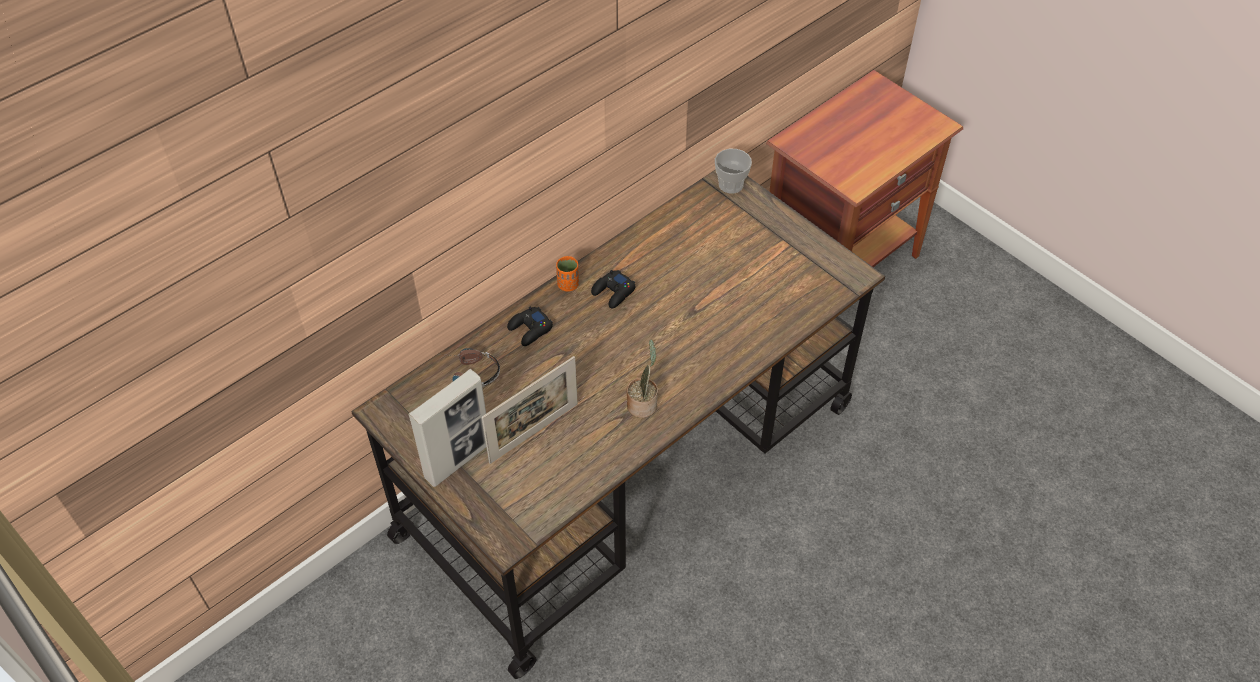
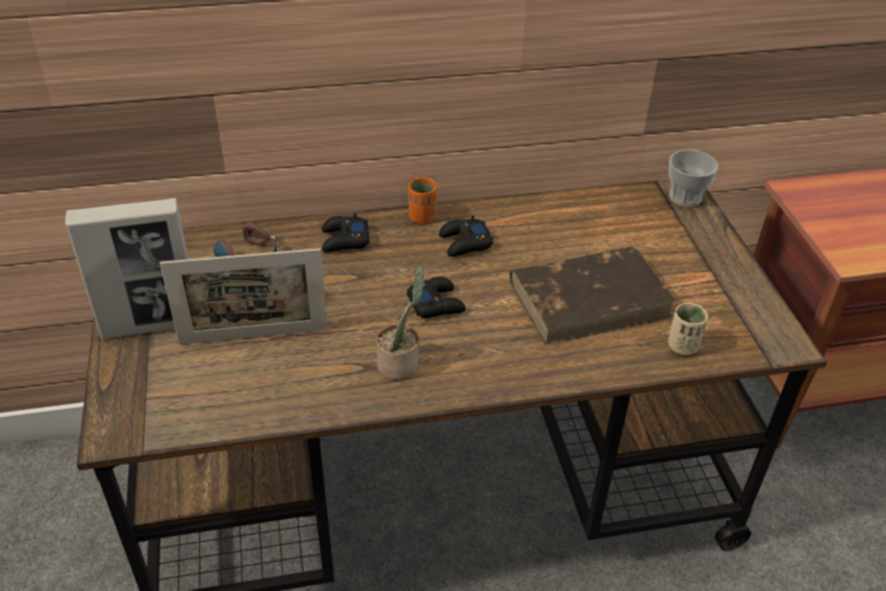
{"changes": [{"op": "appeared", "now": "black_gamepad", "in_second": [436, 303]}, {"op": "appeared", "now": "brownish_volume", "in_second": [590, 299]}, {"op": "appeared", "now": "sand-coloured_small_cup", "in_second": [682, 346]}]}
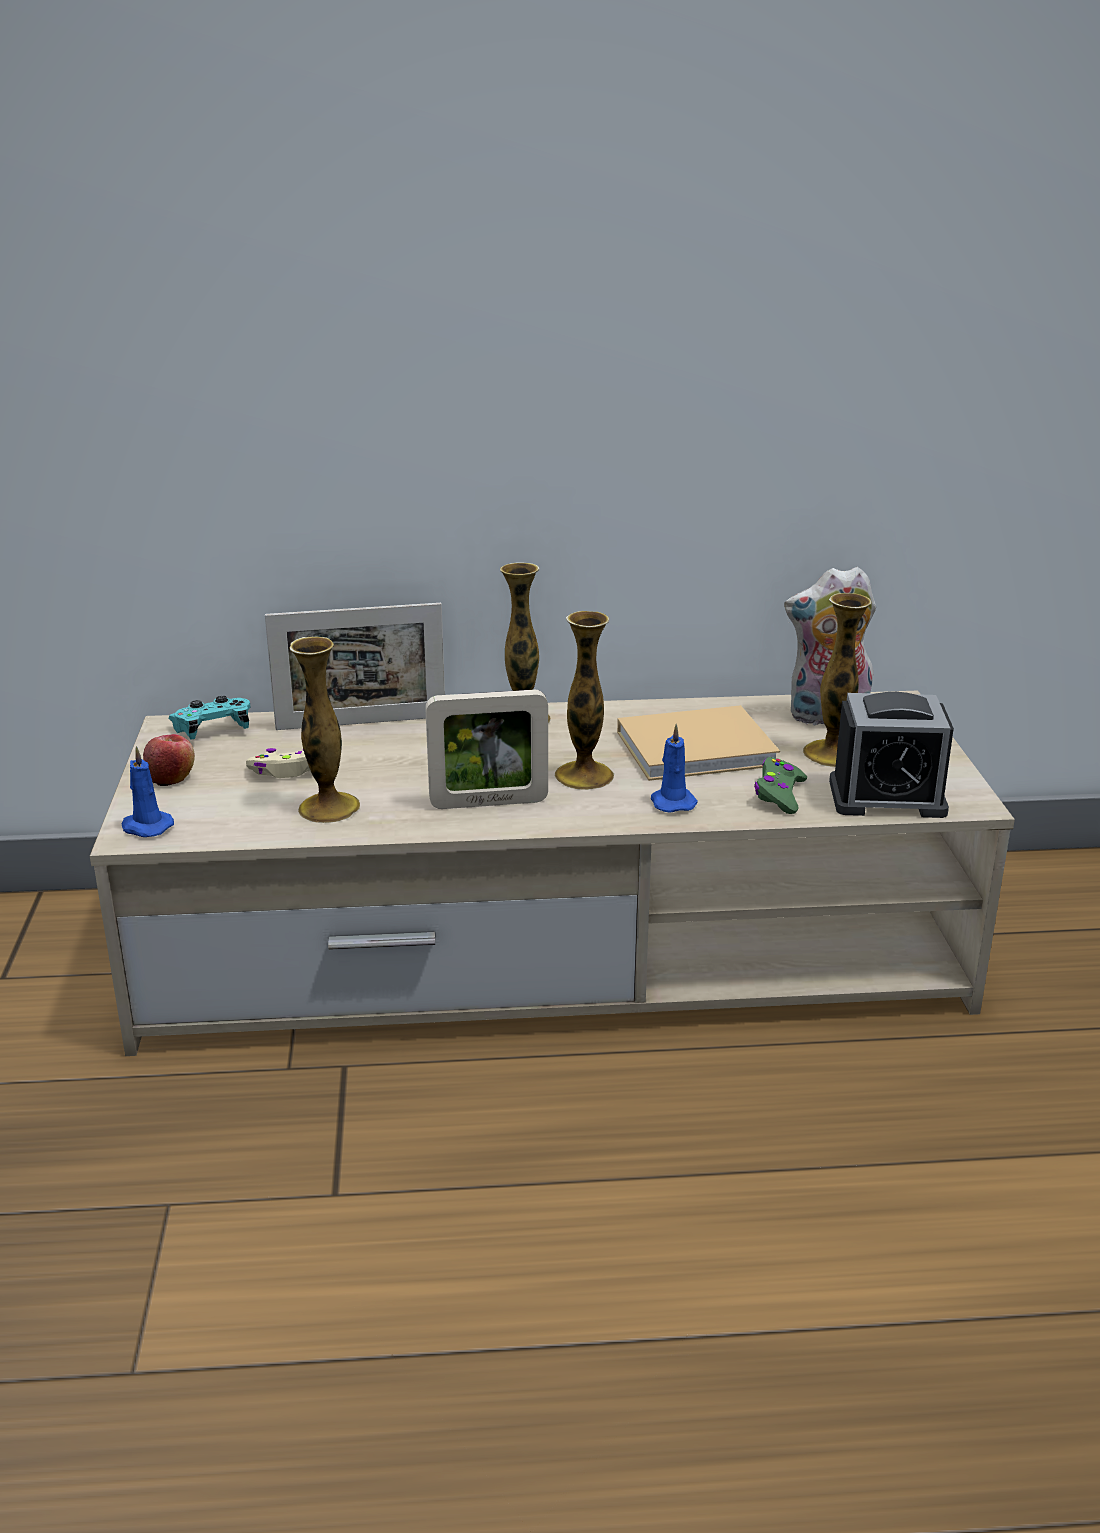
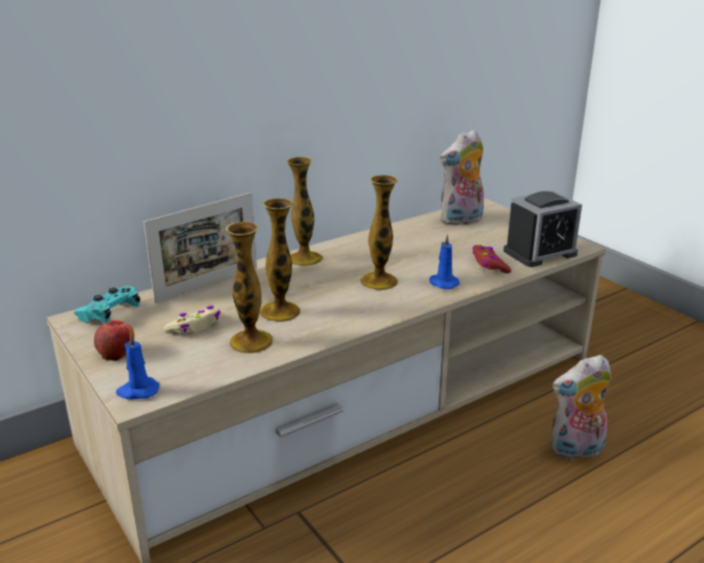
{"changes": [{"op": "missing", "was": "picture_frame", "in_first": [488, 802]}, {"op": "missing", "was": "sand-coloured_volume", "in_first": [700, 748]}, {"op": "appeared", "now": "plush_toy", "in_second": [576, 451]}, {"op": "relocated", "was": "flower_vase", "in_first": [831, 754], "in_second": [279, 312]}, {"op": "colour", "was": "green_gamepad", "now": "reddish_gamepad", "in_first": [779, 794], "in_second": [489, 265]}]}
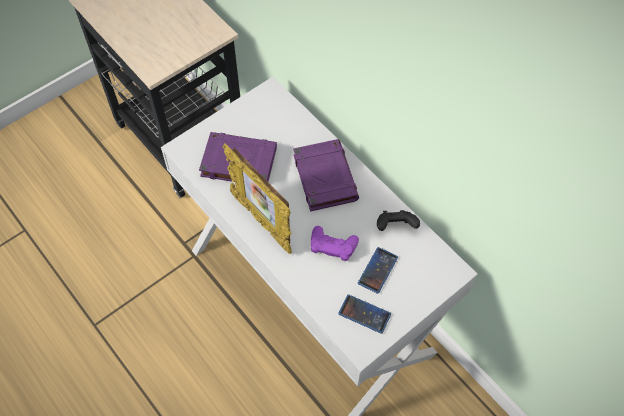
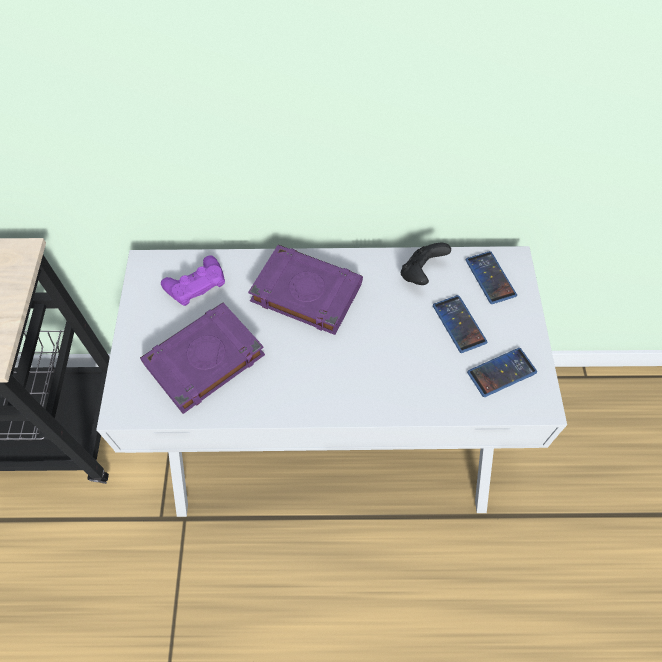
{"changes": [{"op": "missing", "was": "picture_frame", "in_first": [262, 222]}, {"op": "appeared", "now": "telephone", "in_second": [490, 278]}, {"op": "relocated", "was": "purple-coloured_gamepad", "in_first": [333, 245], "in_second": [195, 284]}]}
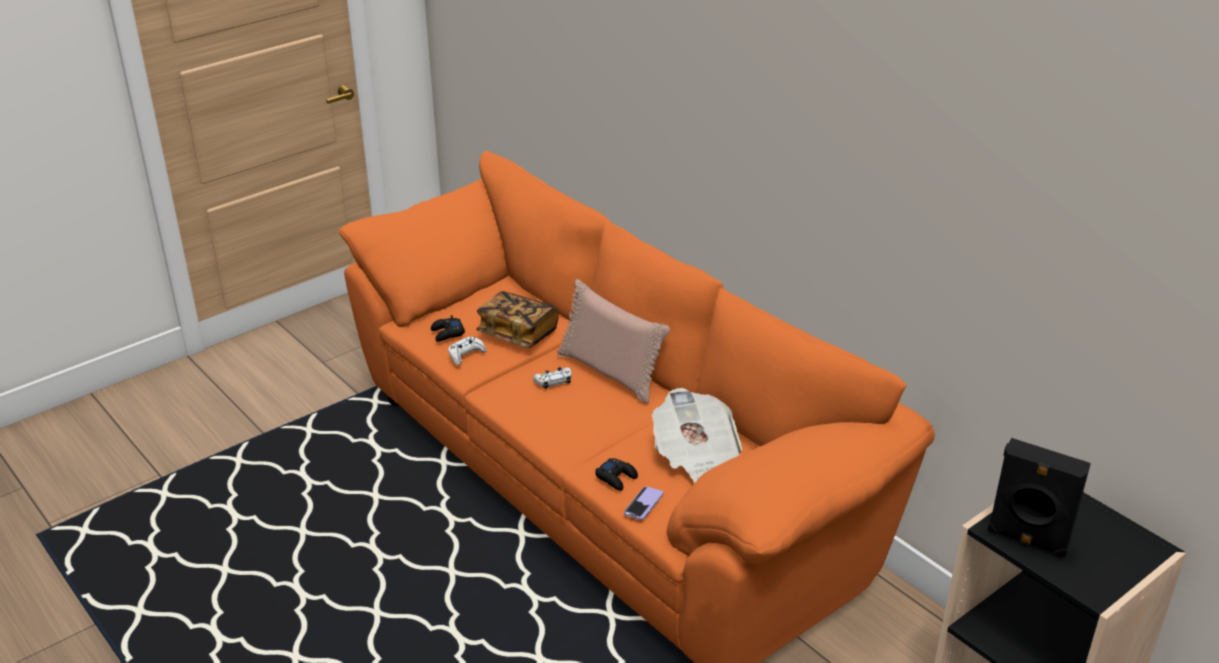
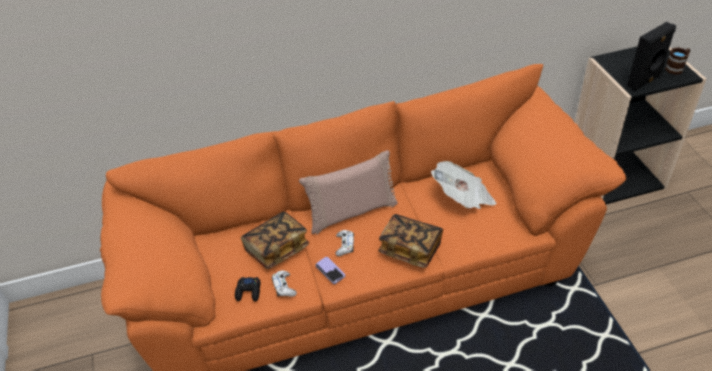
{"changes": [{"op": "missing", "was": "black_gamepad", "in_first": [616, 478]}, {"op": "appeared", "now": "volume", "in_second": [410, 249]}, {"op": "appeared", "now": "brownish_mug", "in_second": [676, 68]}, {"op": "relocated", "was": "telephone", "in_first": [643, 504], "in_second": [330, 271]}]}
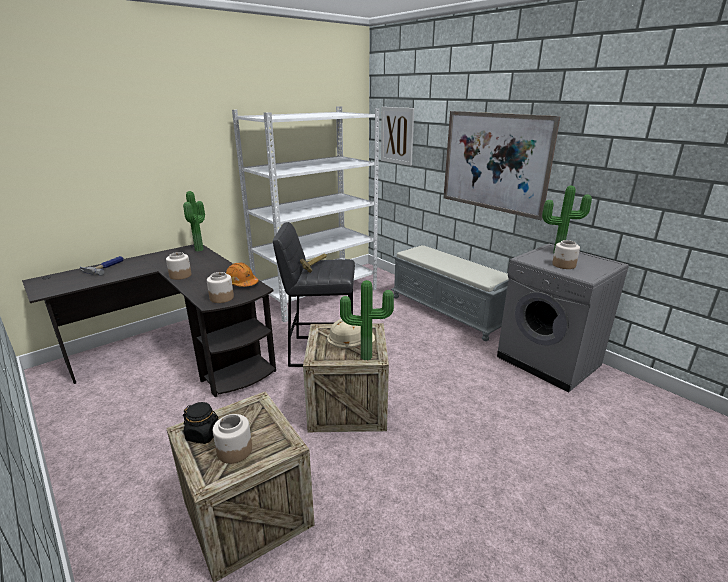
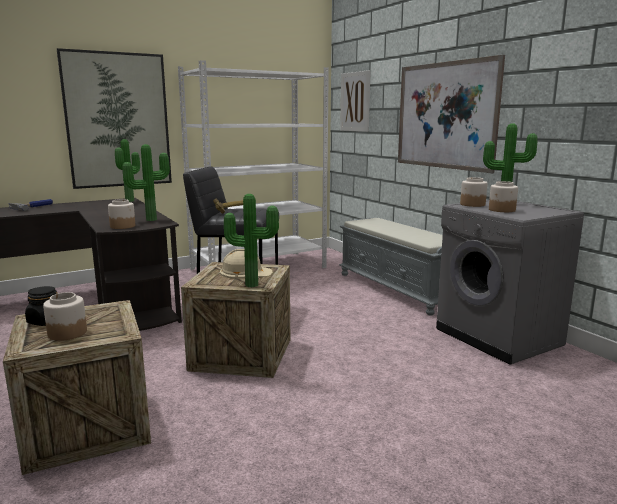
{"changes": [{"op": "appeared", "now": "wall_picture", "in_second": [118, 120]}, {"op": "relocated", "was": "preserve_jar", "in_first": [180, 275], "in_second": [472, 204]}, {"op": "exchanged", "was": "orangey_safety_helmet", "now": "plant_in_a_pot", "in_first": [241, 283], "in_second": [150, 219]}]}
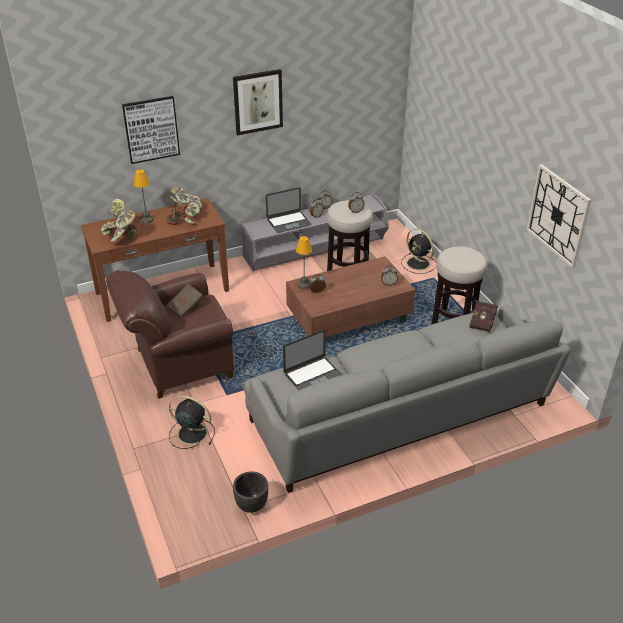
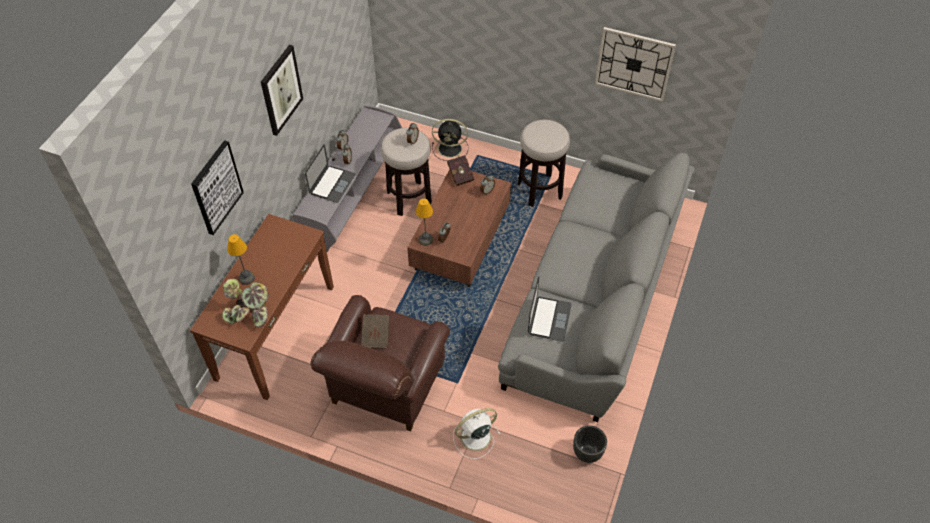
{"changes": [{"op": "missing", "was": "plant_in_a_pot", "in_first": [185, 217]}, {"op": "relocated", "was": "reddish_volume", "in_first": [483, 322], "in_second": [460, 174]}, {"op": "colour", "was": "black_cooling_fan", "now": "white_cooling_fan", "in_first": [191, 433], "in_second": [474, 437]}]}
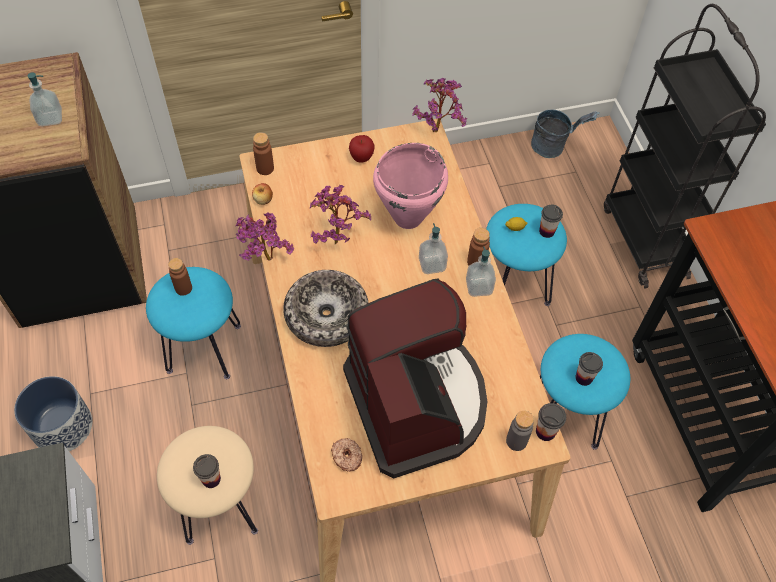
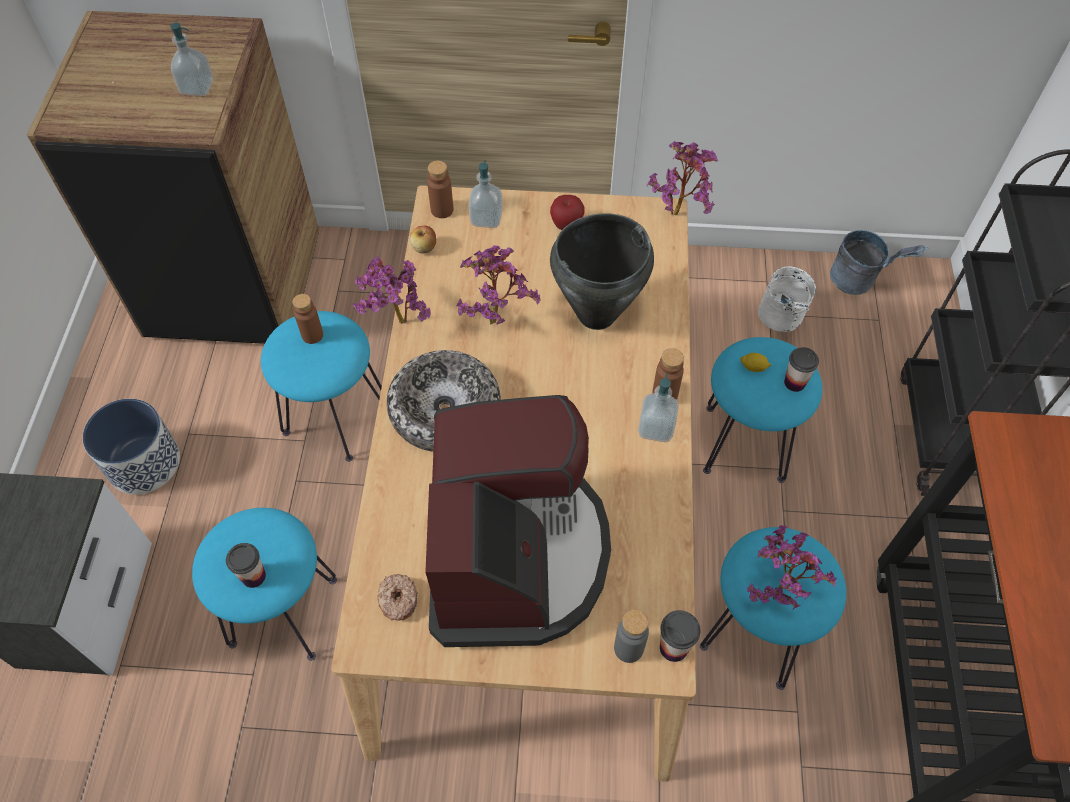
{"changes": [{"op": "appeared", "now": "white_bucket", "in_second": [781, 321]}, {"op": "relocated", "was": "liquid_soap_bottle", "in_first": [432, 264], "in_second": [486, 218]}, {"op": "exchanged", "was": "small_cup", "now": "plant_in_a_pot", "in_first": [584, 377], "in_second": [776, 590]}, {"op": "colour", "was": "sand-coloured_stool", "now": "turquoise_stool", "in_first": [220, 505], "in_second": [283, 611]}, {"op": "colour", "was": "pink_saucepot", "now": "black_saucepot", "in_first": [407, 217], "in_second": [595, 314]}]}
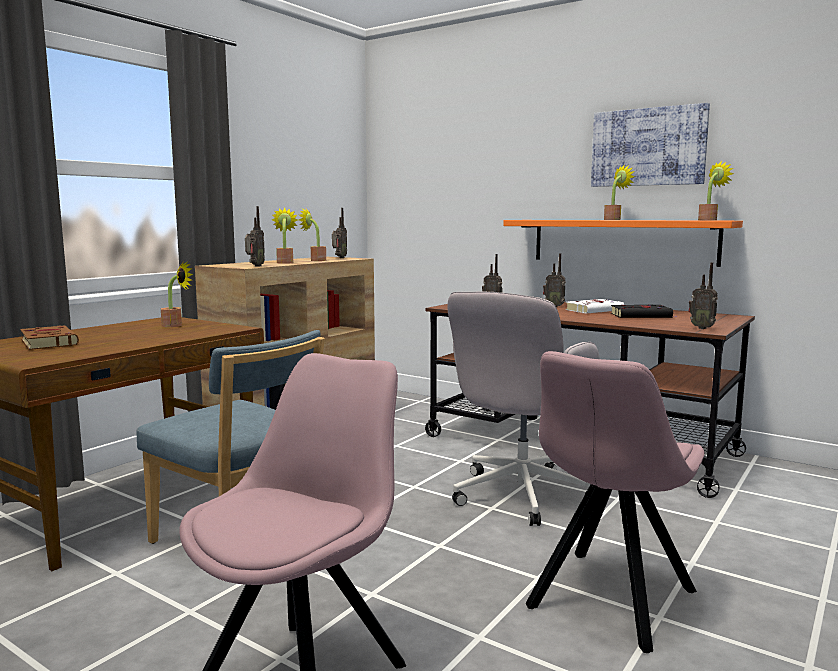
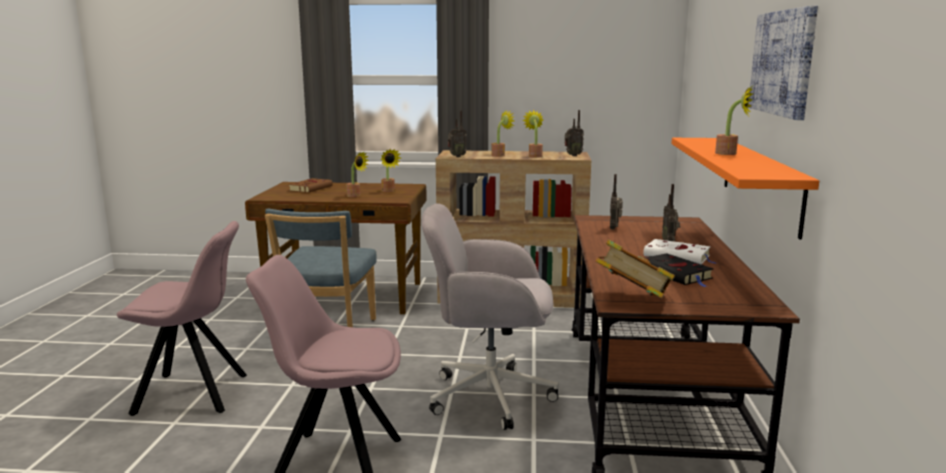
{"changes": [{"op": "relocated", "was": "plant_in_a_pot", "in_first": [709, 220], "in_second": [356, 196]}, {"op": "exchanged", "was": "radio_set", "now": "volume", "in_first": [702, 328], "in_second": [632, 300]}]}
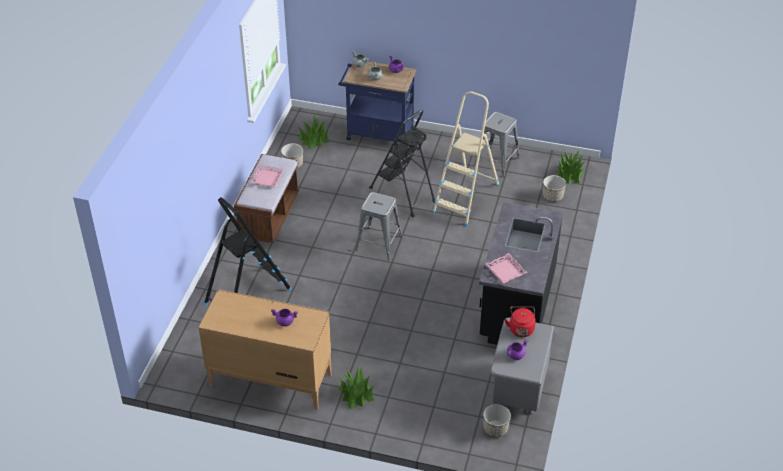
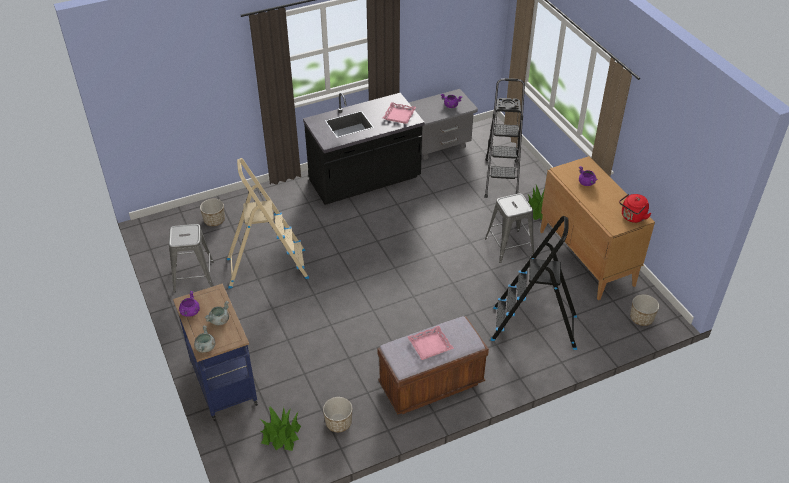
{"changes": [{"op": "missing", "was": "plant_in_a_pot", "in_first": [569, 174]}, {"op": "relocated", "was": "gray_stool", "in_first": [379, 243], "in_second": [509, 246]}, {"op": "relocated", "was": "step_ladder", "in_first": [403, 195], "in_second": [501, 177]}, {"op": "relocated", "was": "planter", "in_first": [495, 428], "in_second": [641, 318]}, {"op": "relocated", "was": "reddish_water_kettle", "in_first": [521, 328], "in_second": [632, 217]}]}
